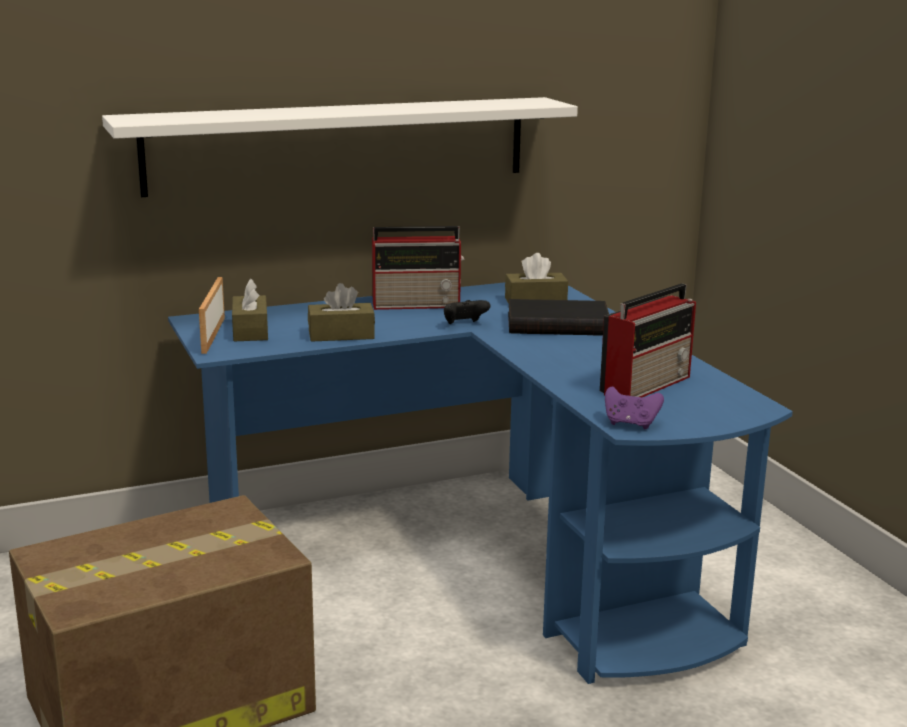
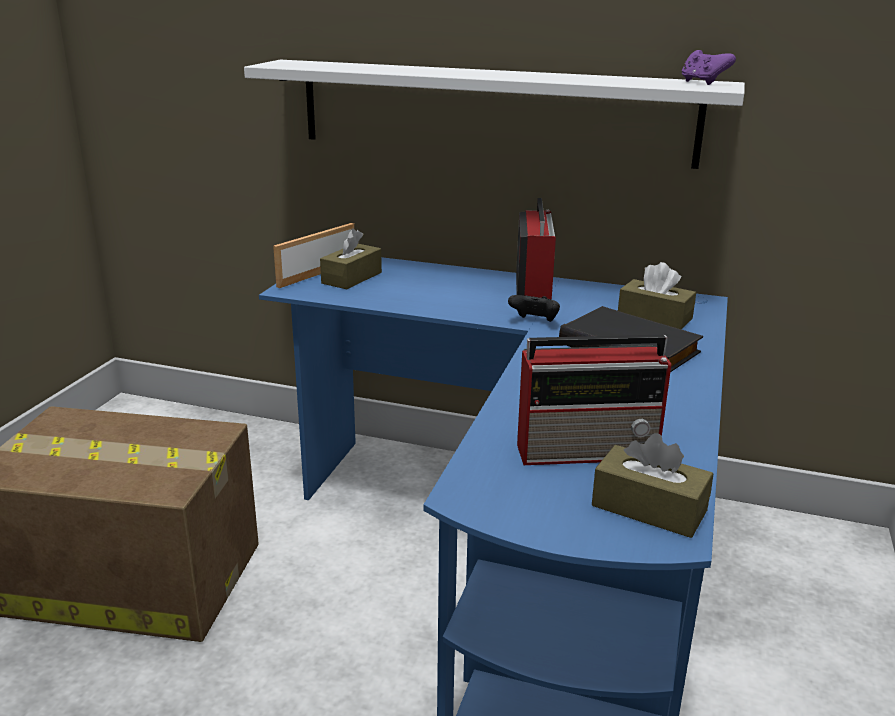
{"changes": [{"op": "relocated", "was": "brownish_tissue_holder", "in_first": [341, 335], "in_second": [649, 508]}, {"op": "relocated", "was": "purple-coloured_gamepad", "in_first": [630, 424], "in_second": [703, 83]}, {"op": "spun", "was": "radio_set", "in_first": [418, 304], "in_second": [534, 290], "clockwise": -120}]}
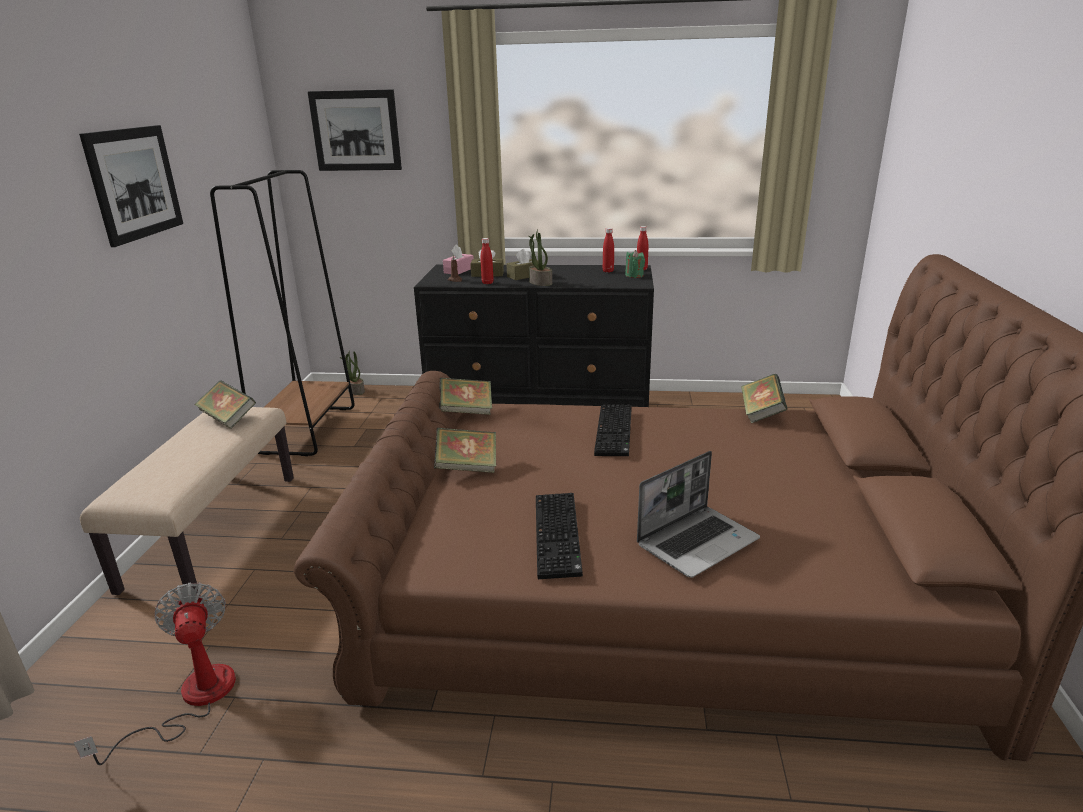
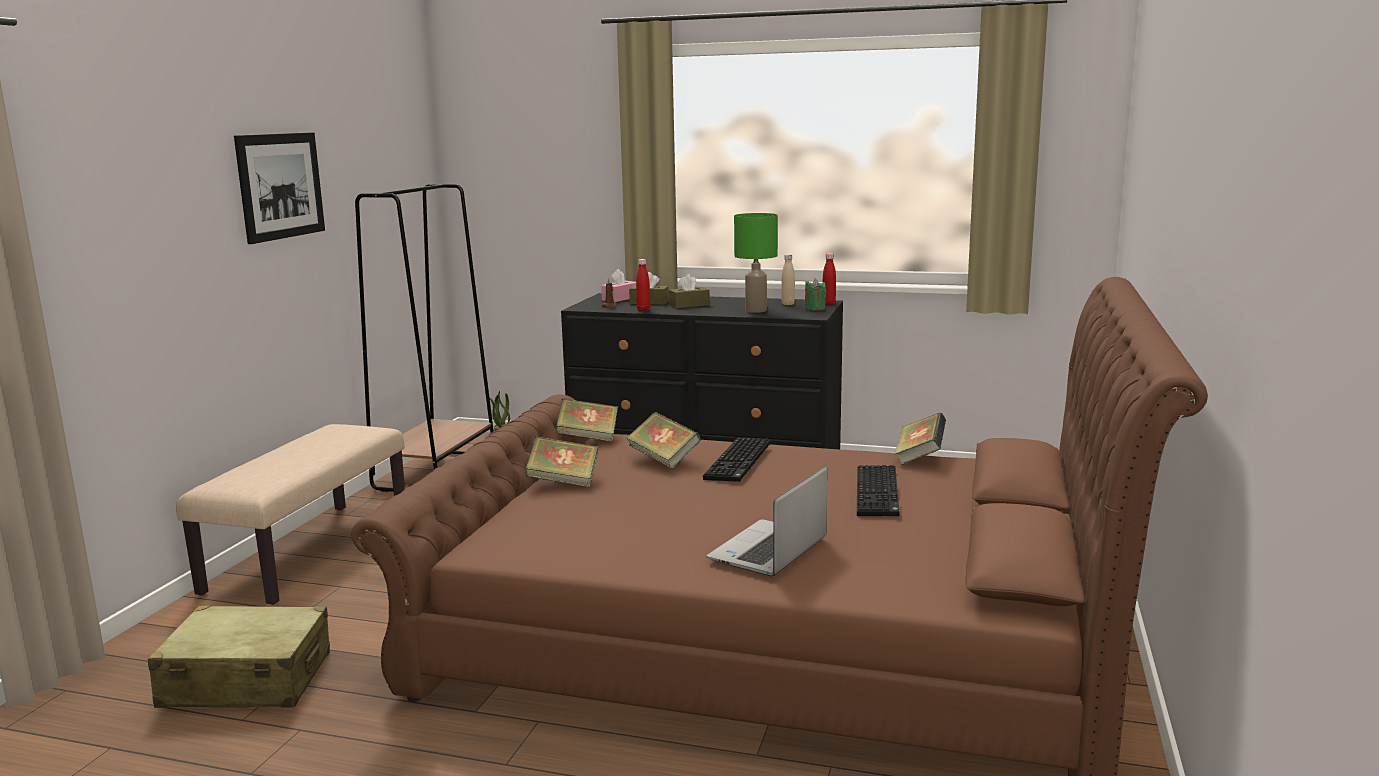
{"changes": [{"op": "missing", "was": "wall_picture", "in_first": [355, 131]}, {"op": "missing", "was": "plant_in_a_pot", "in_first": [540, 282]}, {"op": "appeared", "now": "green_lamp_for_a_table", "in_second": [756, 310]}, {"op": "relocated", "was": "volume", "in_first": [228, 419], "in_second": [663, 459]}, {"op": "relocated", "was": "PC_keyboard", "in_first": [559, 536], "in_second": [879, 493]}, {"op": "exchanged", "was": "cooling_fan", "now": "sand-coloured_travel_case", "in_first": [192, 700], "in_second": [247, 680]}, {"op": "colour", "was": "reddish_bottle", "now": "sand-coloured_bottle", "in_first": [608, 271], "in_second": [788, 304]}, {"op": "spun", "was": "portable_computer", "in_first": [697, 541], "in_second": [769, 551], "clockwise": 150}]}
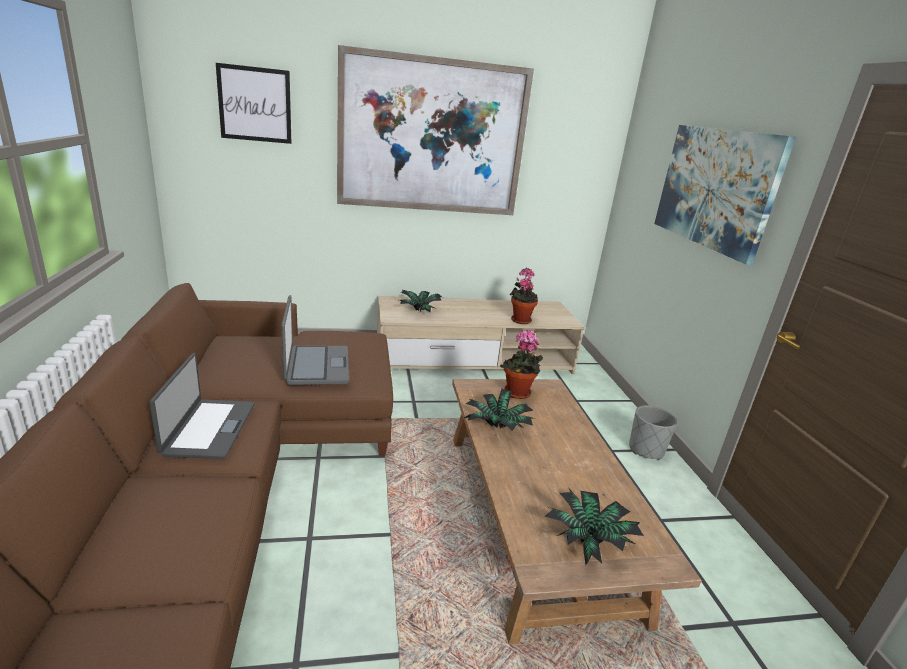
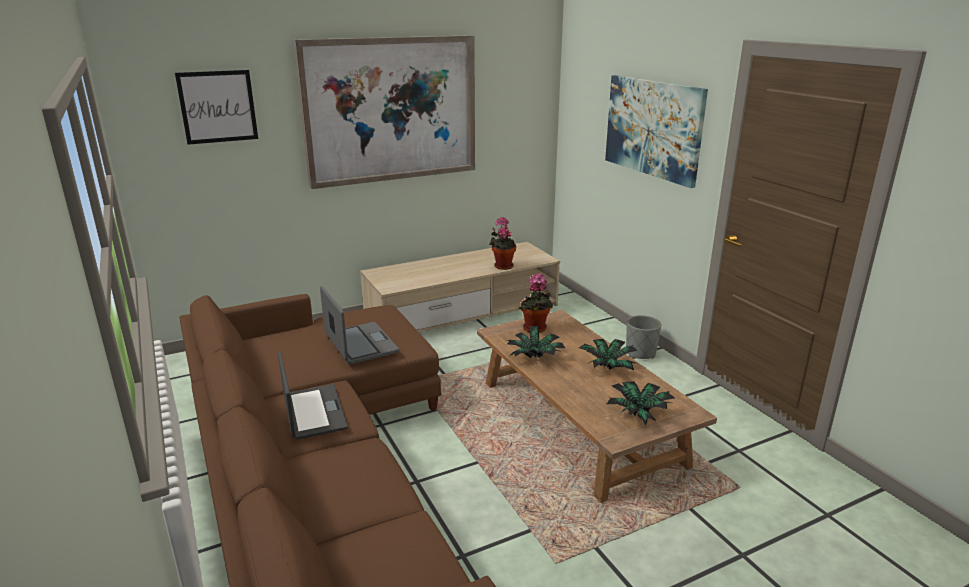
{"changes": [{"op": "relocated", "was": "plant_in_a_pot", "in_first": [420, 310], "in_second": [607, 367]}]}
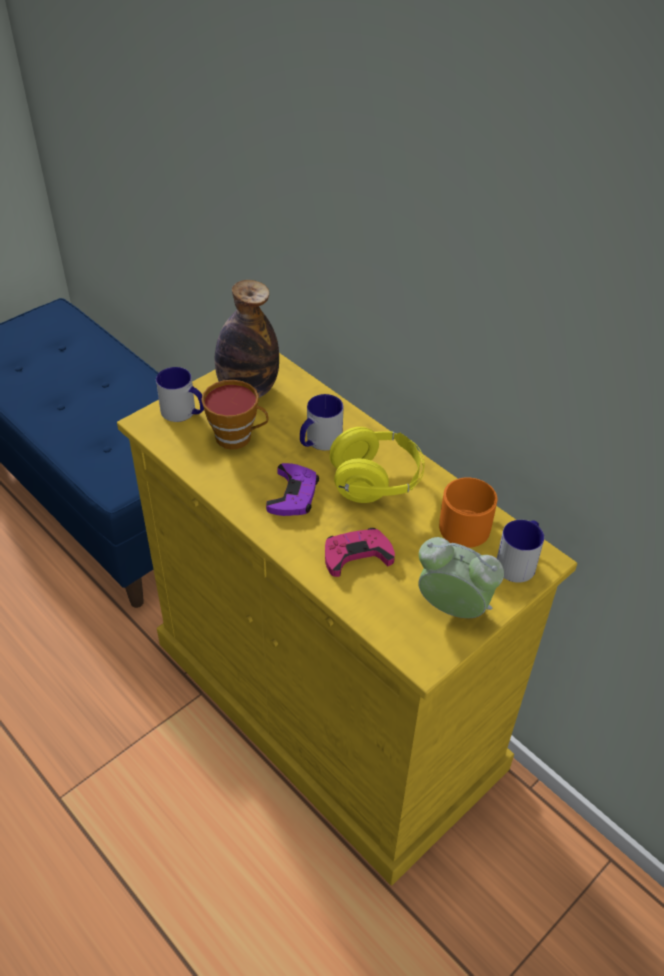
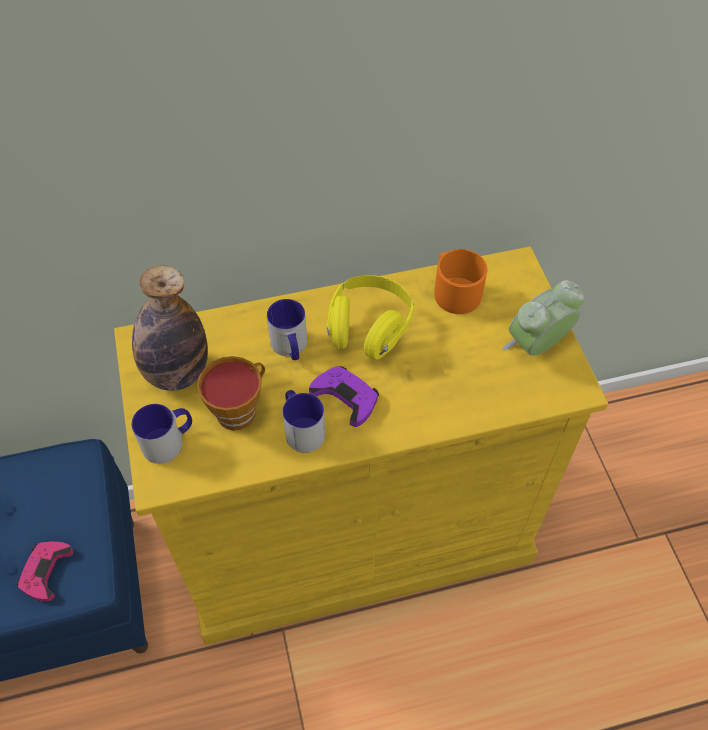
{"changes": [{"op": "relocated", "was": "pink_gamepad", "in_first": [357, 555], "in_second": [46, 571]}, {"op": "relocated", "was": "mug", "in_first": [519, 561], "in_second": [301, 429]}]}
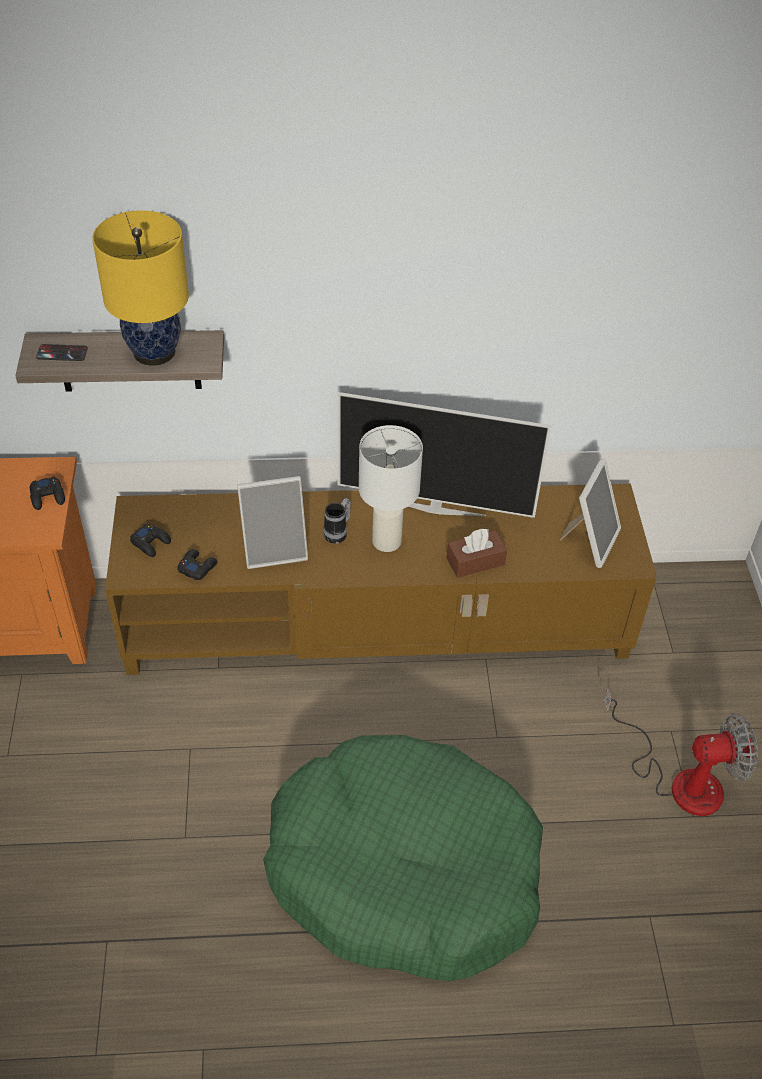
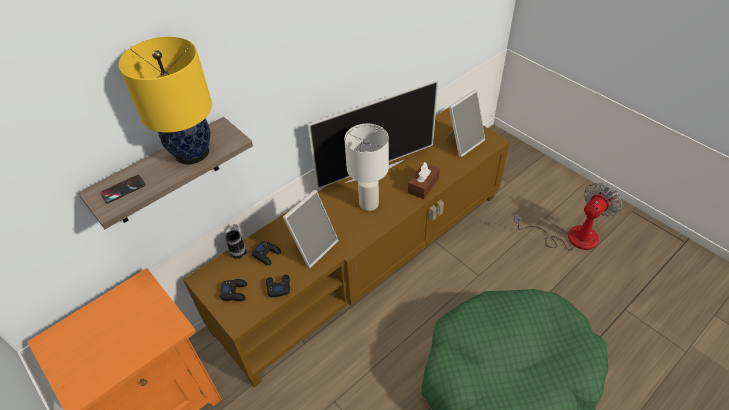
{"changes": [{"op": "relocated", "was": "black_gamepad", "in_first": [48, 496], "in_second": [267, 254]}, {"op": "relocated", "was": "mug", "in_first": [338, 533], "in_second": [239, 249]}, {"op": "spun", "was": "picture_frame", "in_first": [589, 540], "in_second": [463, 142], "clockwise": 60}]}
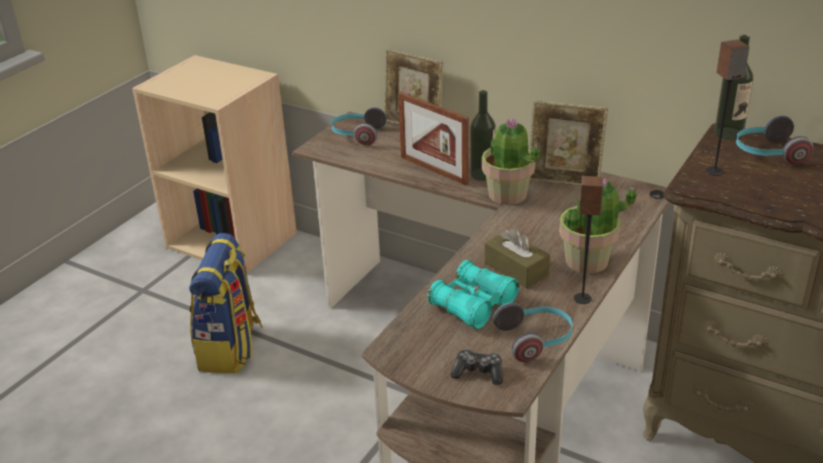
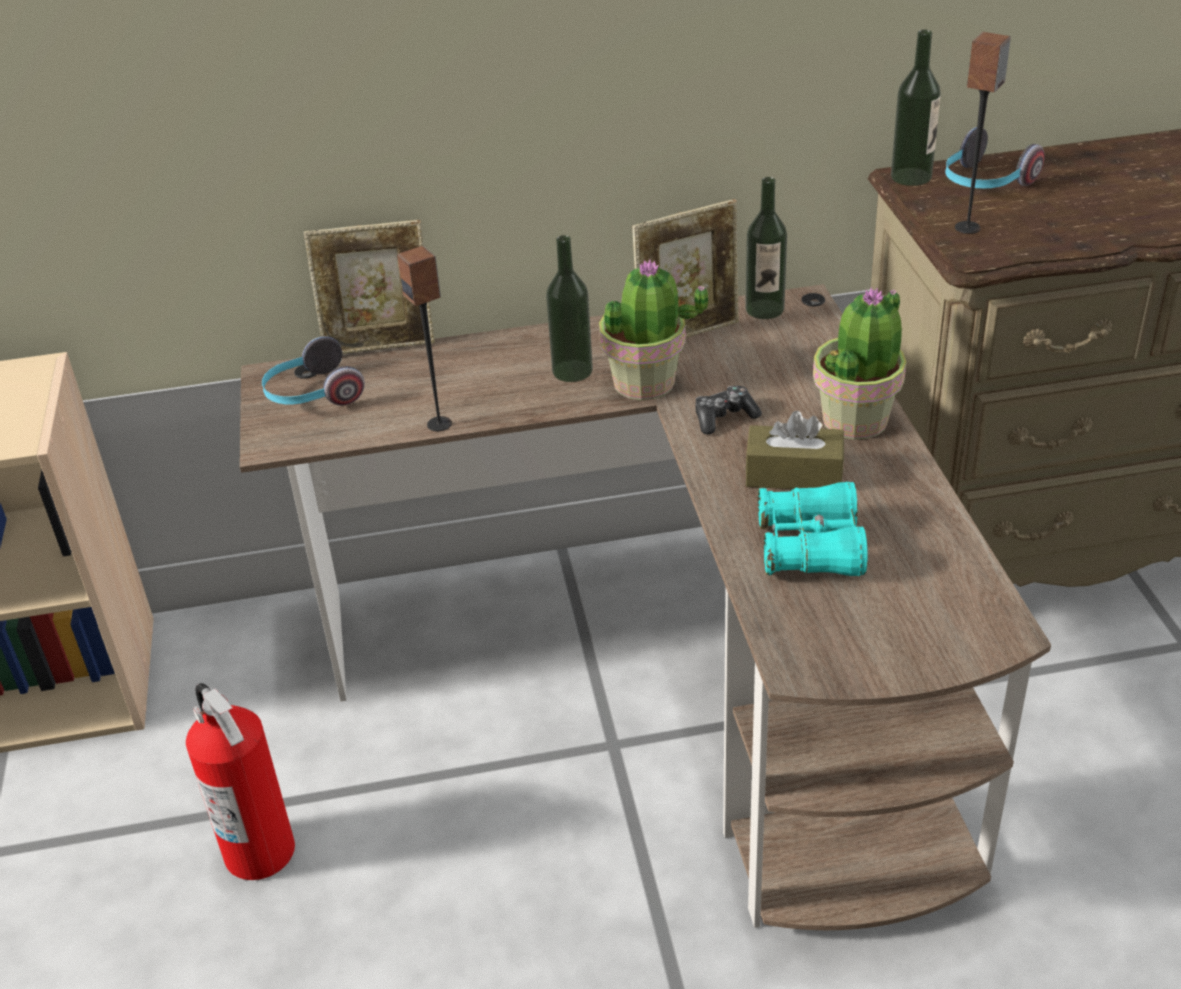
{"changes": [{"op": "missing", "was": "picture_frame", "in_first": [434, 170]}, {"op": "missing", "was": "headphones", "in_first": [536, 340]}, {"op": "appeared", "now": "bottle", "in_second": [764, 309]}, {"op": "relocated", "was": "gamepad", "in_first": [478, 373], "in_second": [724, 417]}, {"op": "relocated", "was": "audio_speaker", "in_first": [583, 298], "in_second": [440, 424]}, {"op": "exchanged", "was": "knapsack", "now": "fire-fighting_cylinder", "in_first": [231, 348], "in_second": [260, 850]}]}
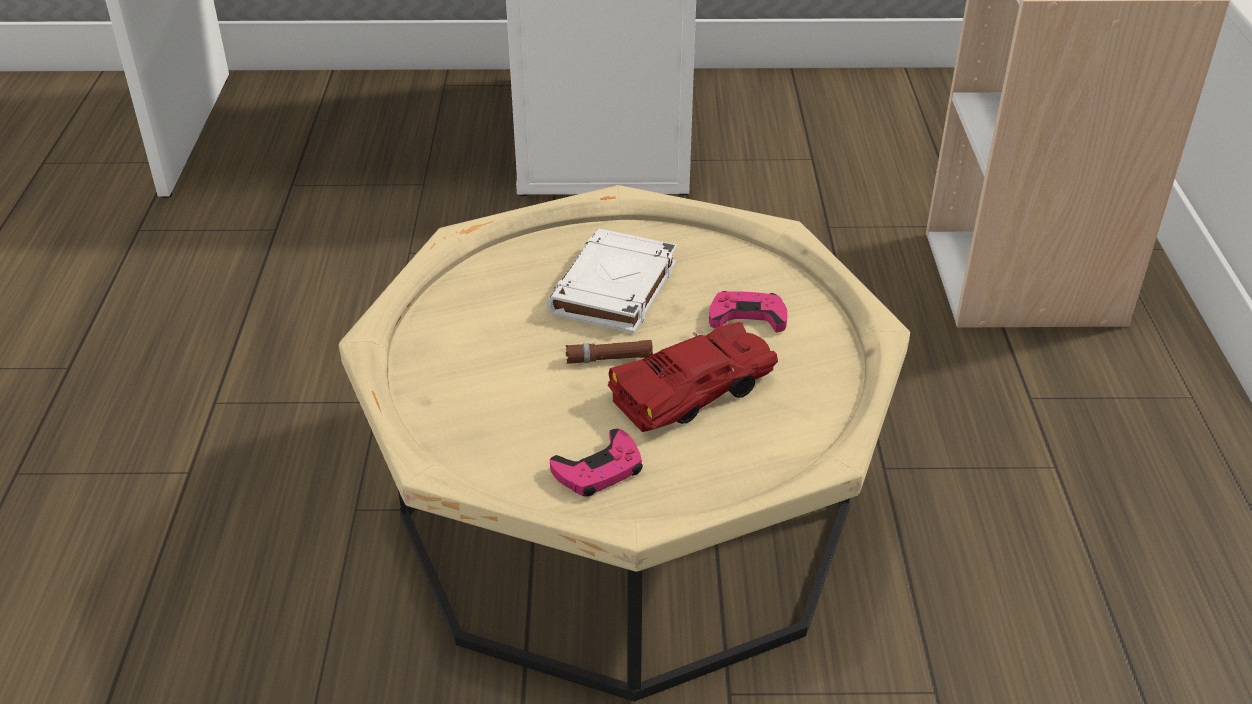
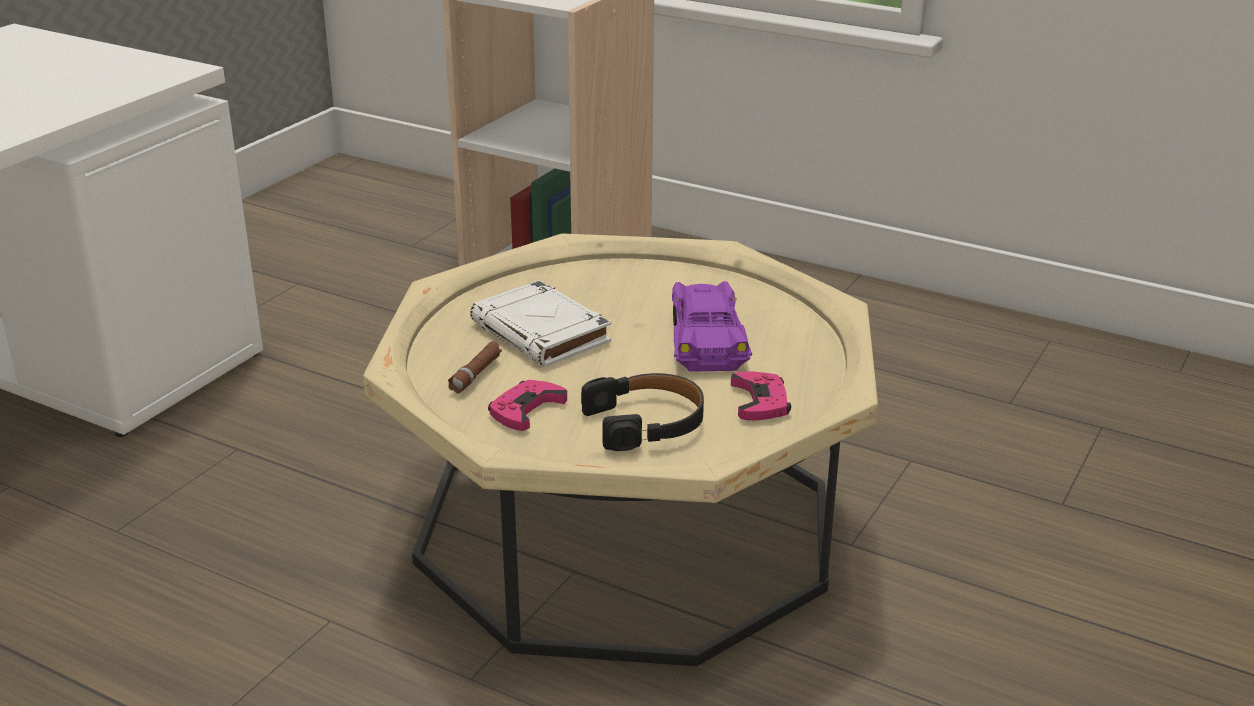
{"changes": [{"op": "appeared", "now": "black_headphones", "in_second": [646, 422]}, {"op": "relocated", "was": "brownish_hand_torch", "in_first": [609, 358], "in_second": [475, 374]}, {"op": "relocated", "was": "pink_gamepad", "in_first": [747, 316], "in_second": [526, 410]}, {"op": "colour", "was": "reddish_toy_car", "now": "purple-coloured_toy_car", "in_first": [694, 391], "in_second": [707, 340]}]}
